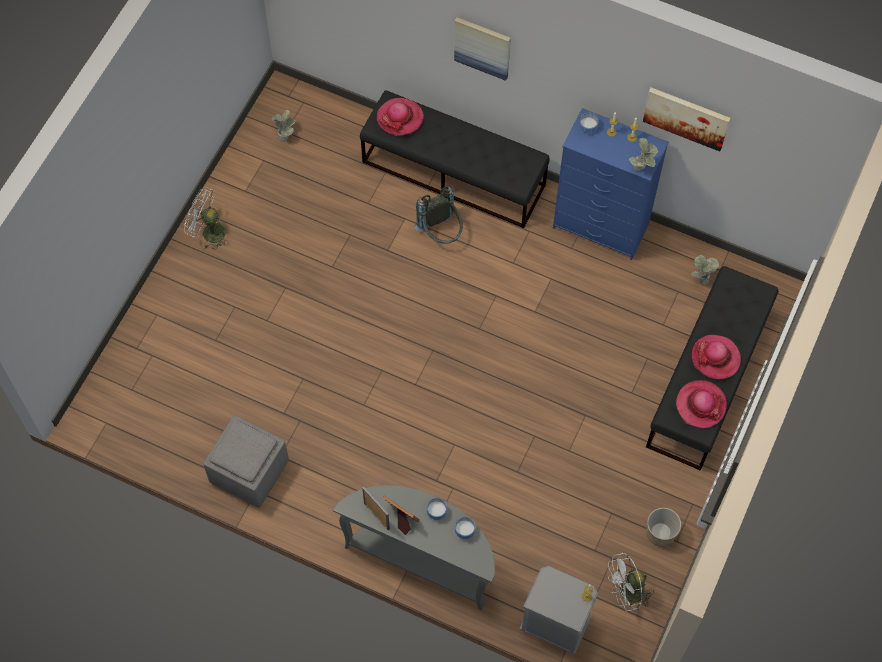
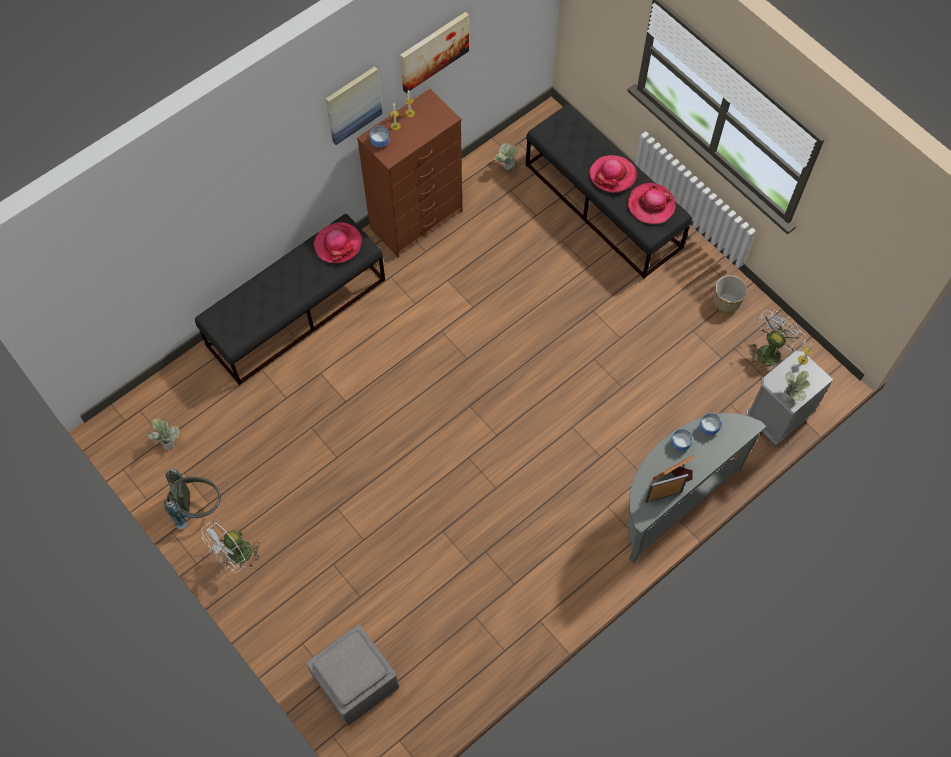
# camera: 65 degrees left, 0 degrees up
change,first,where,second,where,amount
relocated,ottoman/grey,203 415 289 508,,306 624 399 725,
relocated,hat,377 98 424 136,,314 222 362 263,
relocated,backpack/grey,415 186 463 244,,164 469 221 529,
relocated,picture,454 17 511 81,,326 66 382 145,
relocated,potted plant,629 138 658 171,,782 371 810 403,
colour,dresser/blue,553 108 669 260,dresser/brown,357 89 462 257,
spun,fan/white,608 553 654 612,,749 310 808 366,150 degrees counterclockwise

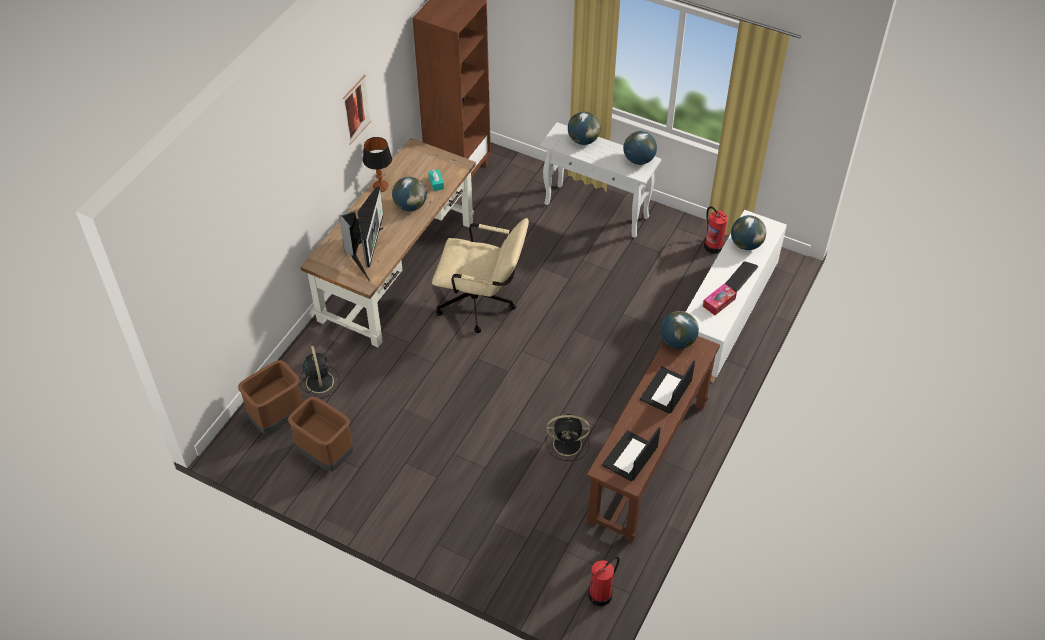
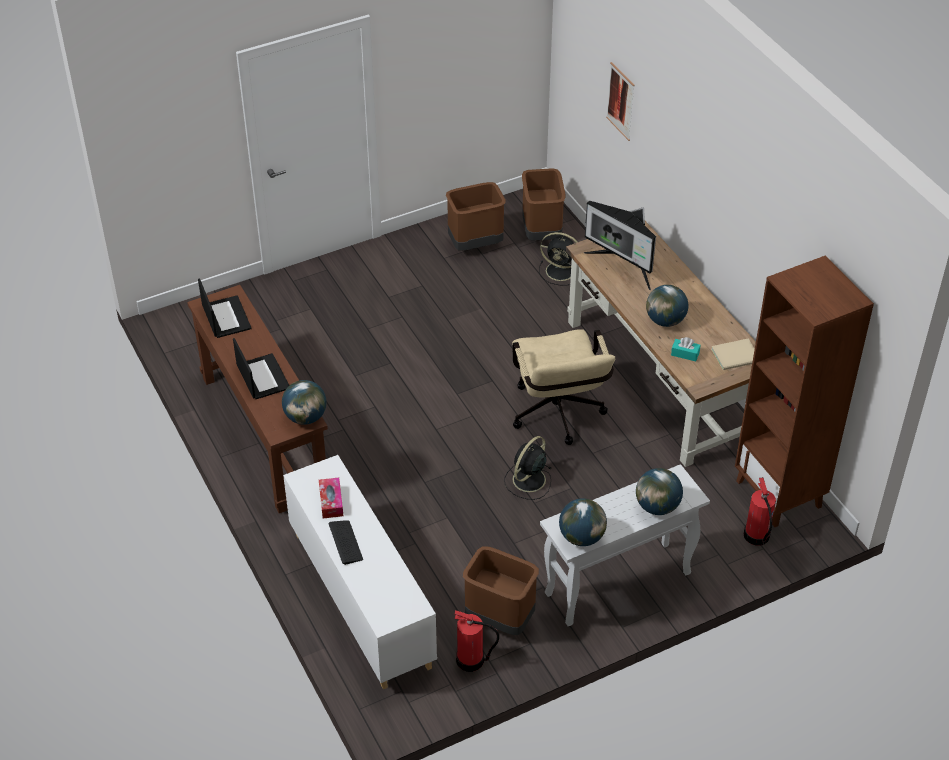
# camera: 125 degrees right, 5 degrees down
change,first,where,second,where,amount
missing,table lamp,363 137 392 192,,,
missing,globe,731 215 766 250,,,
appeared,,,trash can/brown,463 546 539 635,
appeared,,,book/beige,711 338 755 370,
relocated,picture,343 75 371 145,,606 62 635 141,
relocated,fan/black,545 414 590 461,,504 436 551 500,
relocated,fire extinguisher,588 556 619 606,,744 477 776 545,
spun,office chair/beige,432 218 529 333,,512 329 615 445,60 degrees counterclockwise

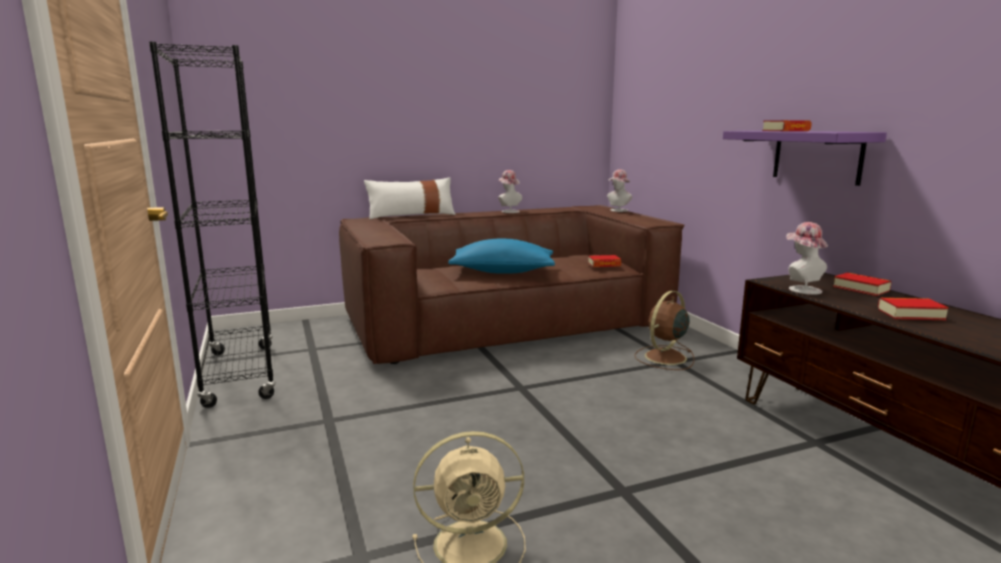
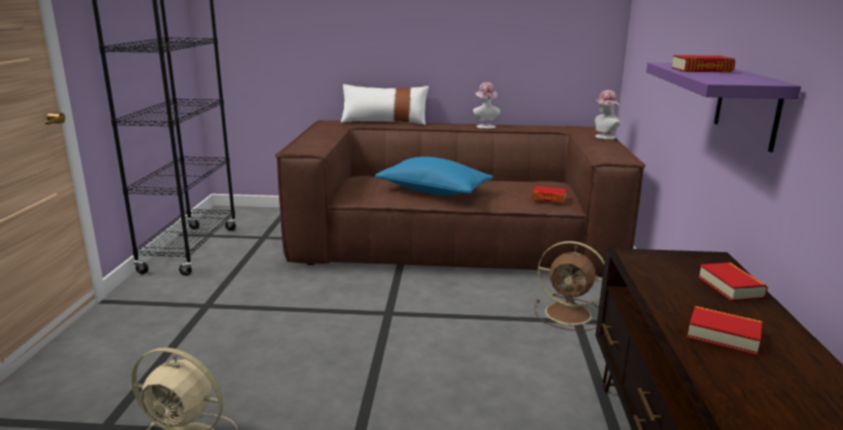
# camera: 25 degrees right, 5 degrees up
change,first,where,second,where,amount
missing,hat,786 222 828 295,,,
spun,fan/brown,634 291 694 370,,534 241 604 331,135 degrees counterclockwise

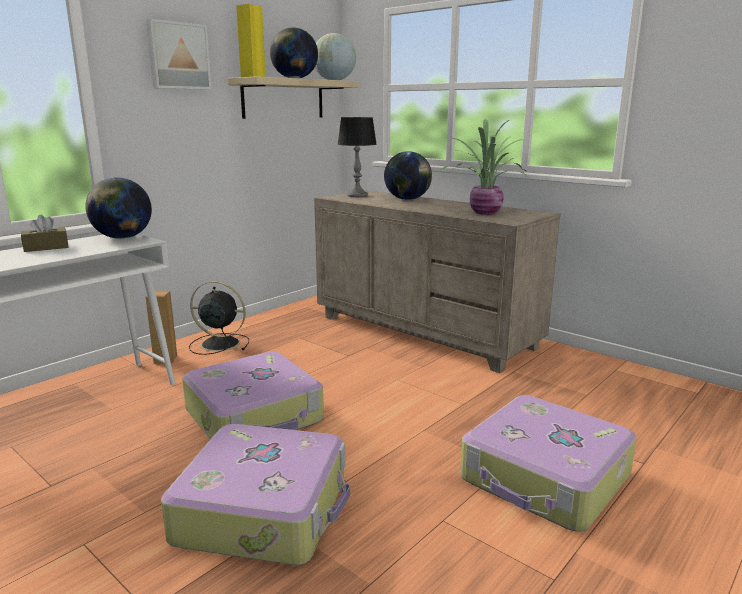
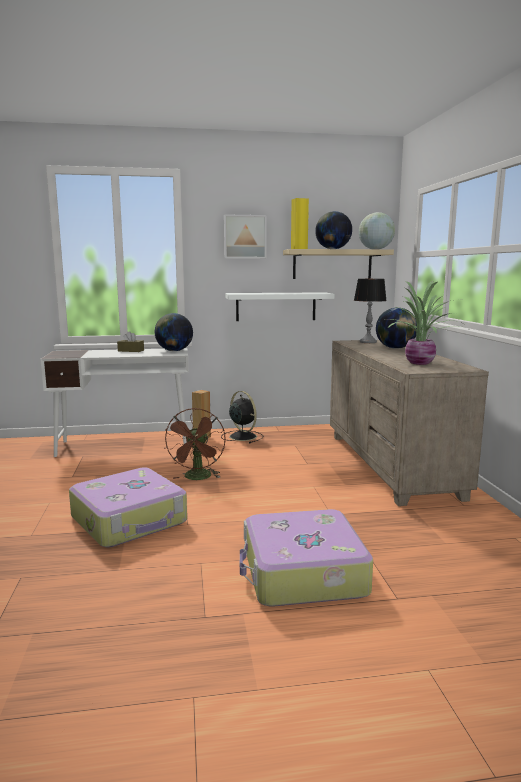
# camera: 40 degrees right, 5 degrees down
change,first,where,second,where,amount
appeared,,,shelf/white,226 292 334 321,
exchanged,suitcase,182 351 324 439,fan/brown,164 408 225 480,

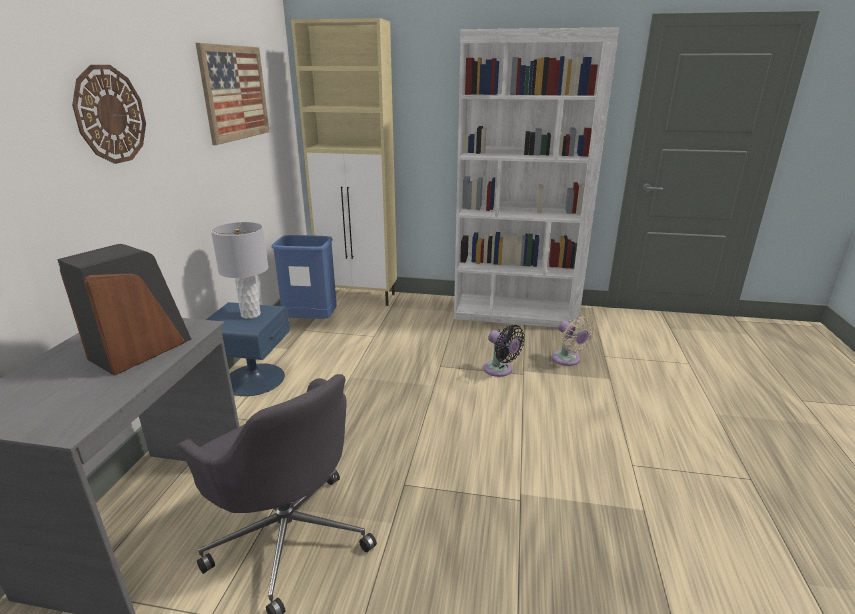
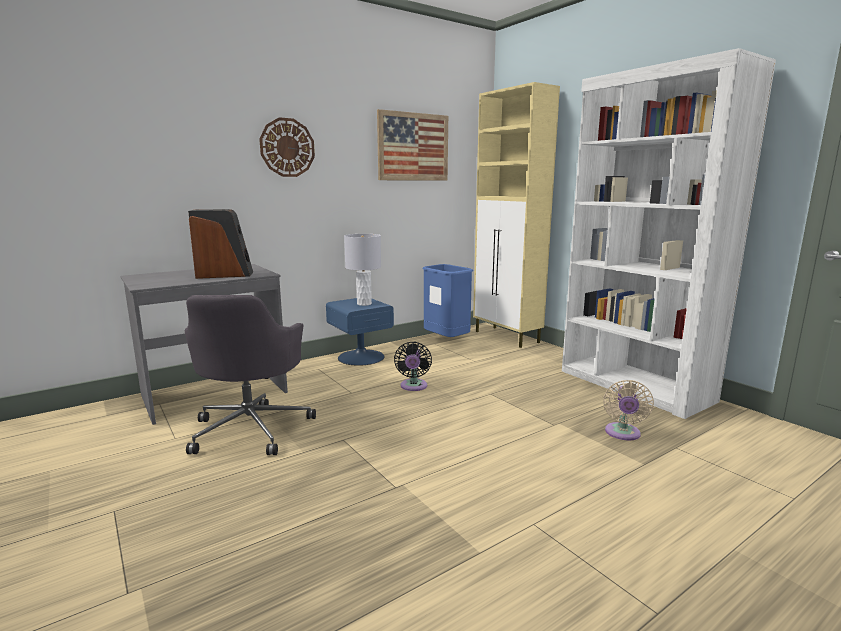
# camera: 45 degrees right, 10 degrees down
change,first,where,second,where,amount
relocated,fan/black,483 325 525 377,,394 342 432 391,

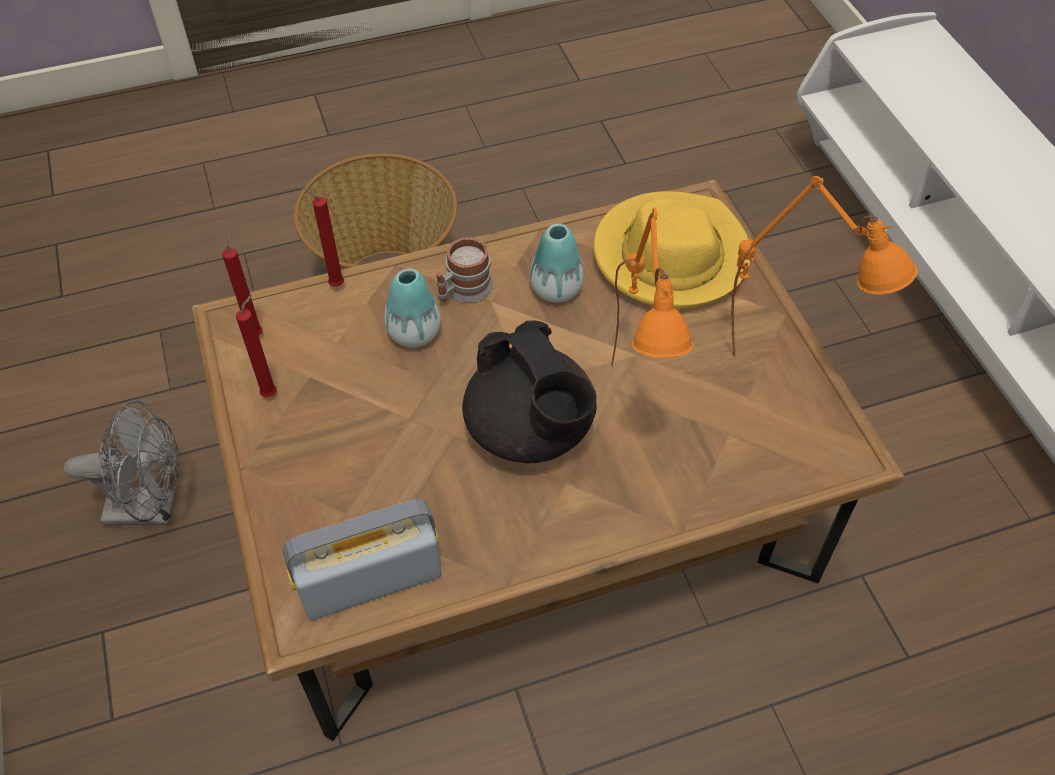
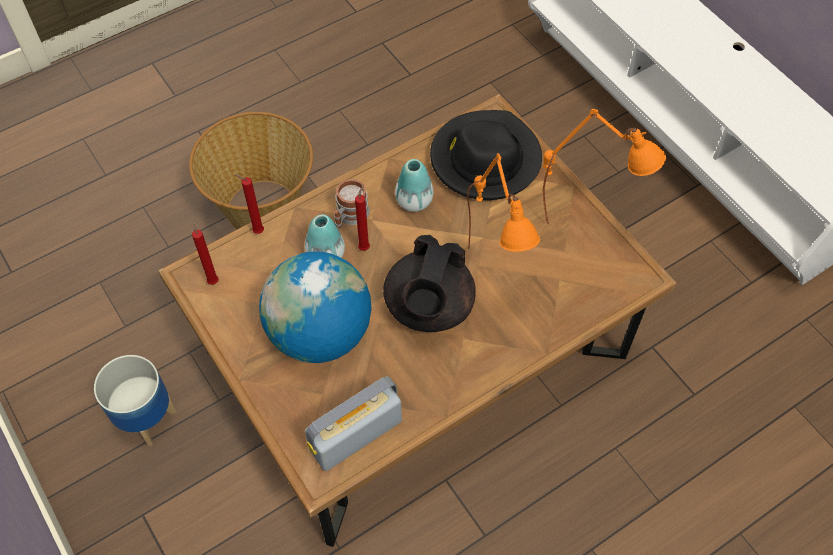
# camera: 15 degrees left, 5 degrees up
change,first,where,second,where,amount
appeared,,,globe,259 251 372 363,
relocated,candle/red,236 295 277 398,,355 184 370 251,
exchanged,fan/grey,64 400 179 525,planter,94 355 177 446,
colour,hat/yellow,593 191 750 309,hat/black,430 110 542 200,
spun,teapot/black,462 321 597 463,,383 235 476 332,60 degrees clockwise

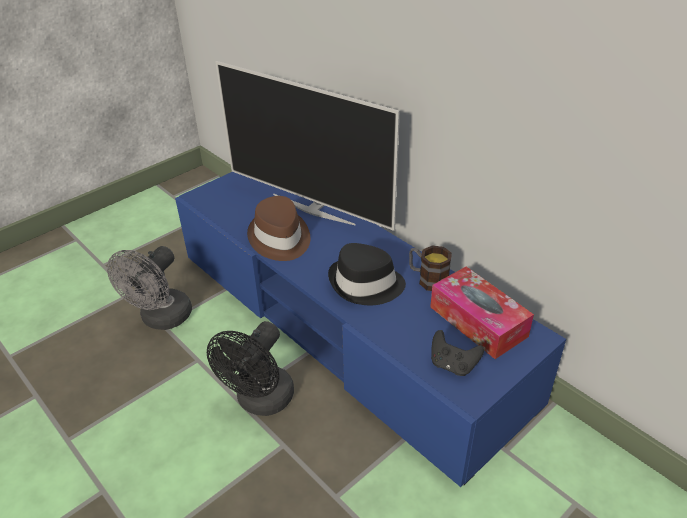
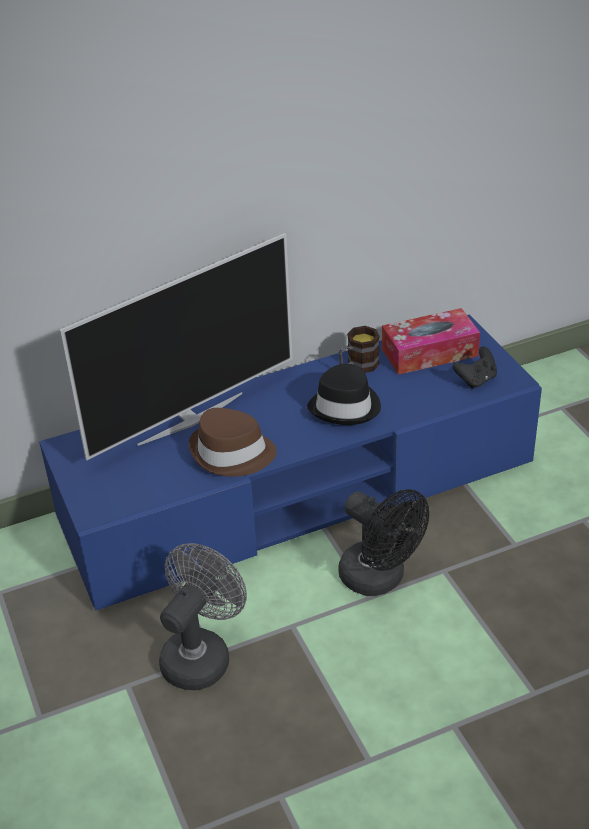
# camera: 70 degrees left, 0 degrees up
change,first,where,second,where,amount
spun,fan/grey,107 246 192 330,,159 543 247 690,105 degrees counterclockwise

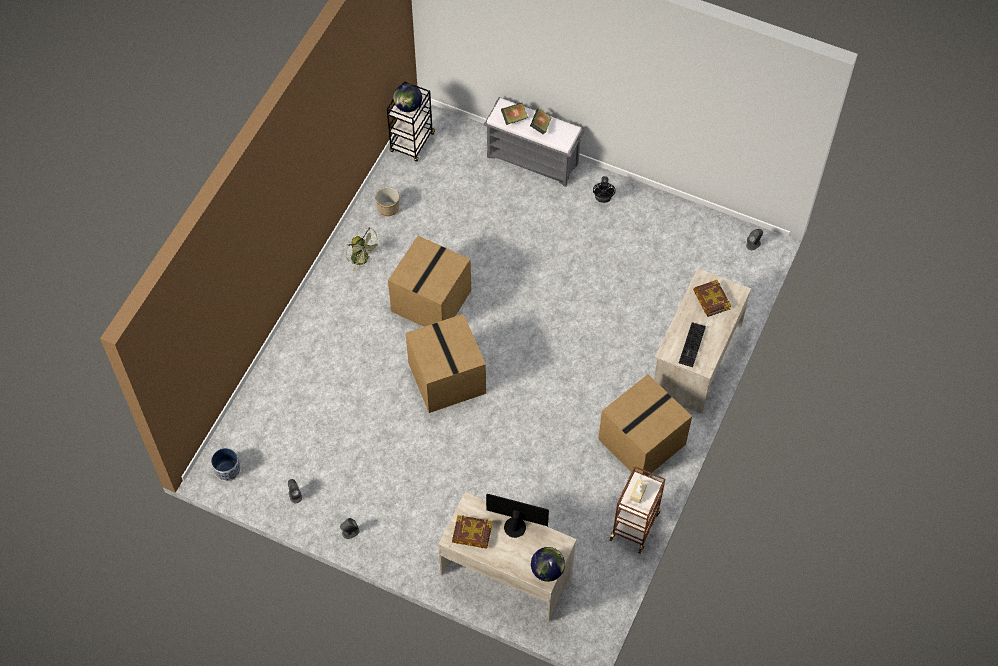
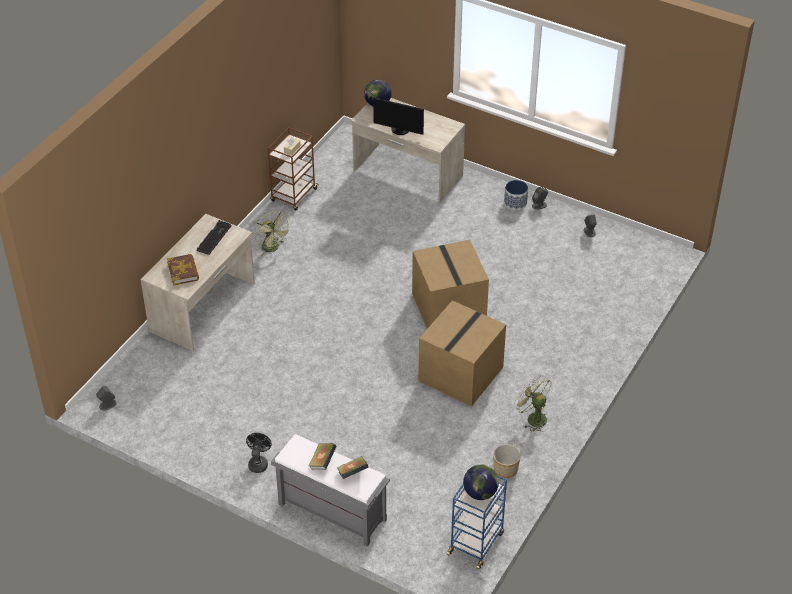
# camera: 175 degrees left, 15 degrees down
change,first,where,second,where,amount
missing,book,452 515 493 549,,,
relocated,planter,211 448 241 481,,504 180 528 210,
exchanged,cardboard box,599 374 692 476,fan/green,254 211 291 256,
colour,cart/black,387 81 435 162,cart/blue,447 475 507 570,

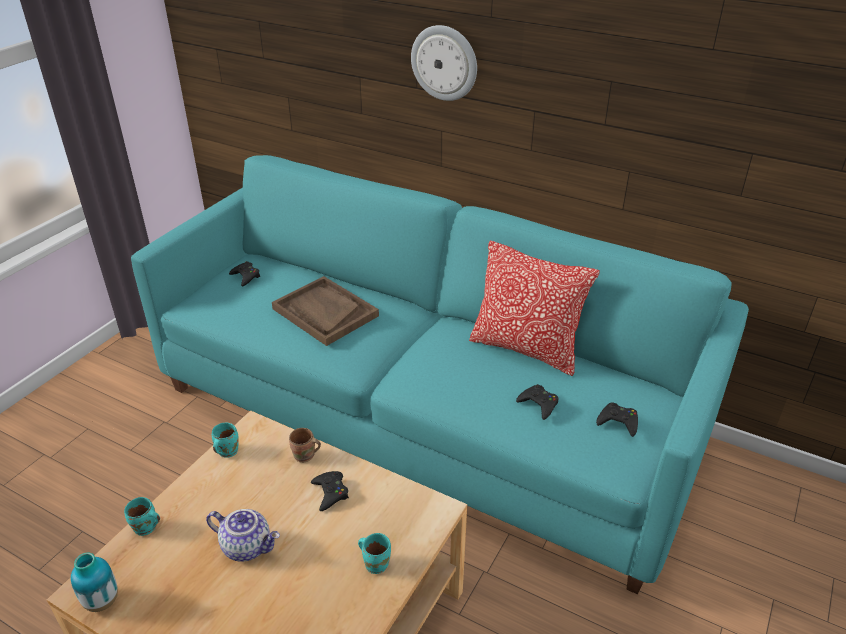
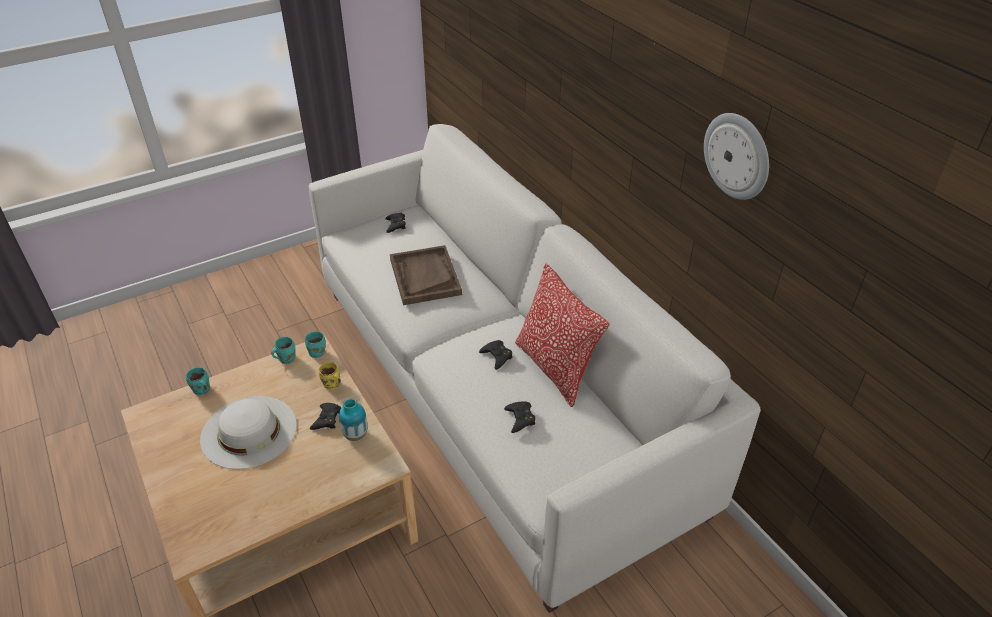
# camera: 30 degrees right, 5 degrees up
change,first,where,second,where,amount
relocated,vase,71 553 118 612,,339 398 367 441,
relocated,mug/turquoise,358 533 391 574,,305 331 325 358,
relocated,wall clock,411 25 477 101,,704 113 769 200,
relocated,game controller/black,596 402 638 437,,479 340 512 370,
exchanged,teapot,206 509 280 562,hat/white,200 396 297 469,
colour,sofa/turquoise,131 155 749 594,sofa/white,309 124 761 613,
colour,mug/brown,289 428 321 463,mug/yellow,318 362 341 390,

